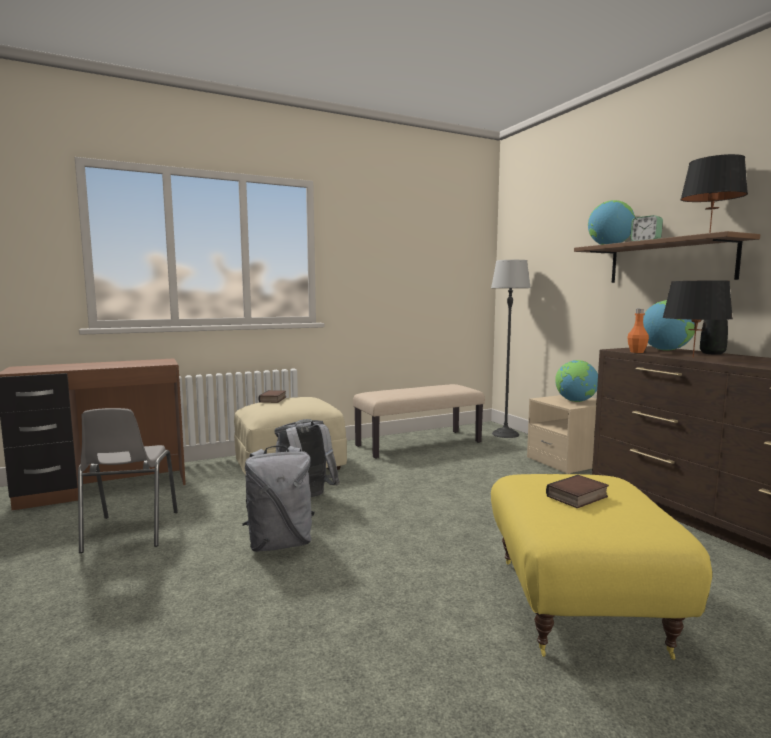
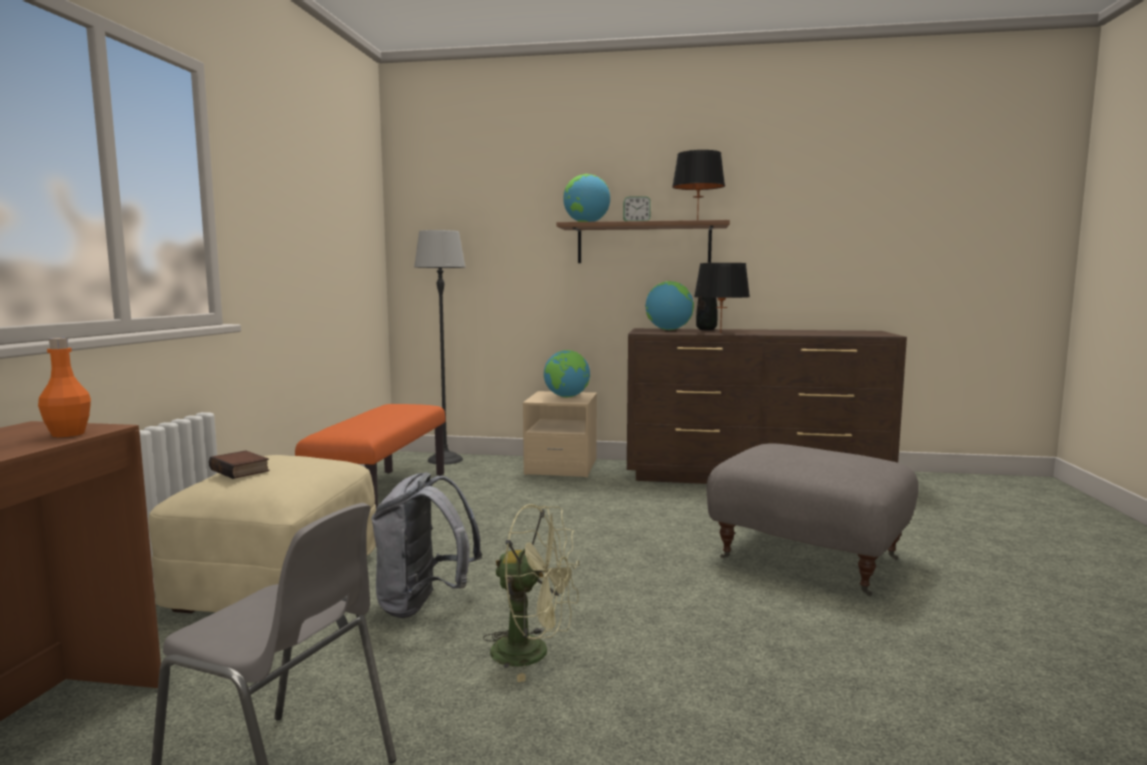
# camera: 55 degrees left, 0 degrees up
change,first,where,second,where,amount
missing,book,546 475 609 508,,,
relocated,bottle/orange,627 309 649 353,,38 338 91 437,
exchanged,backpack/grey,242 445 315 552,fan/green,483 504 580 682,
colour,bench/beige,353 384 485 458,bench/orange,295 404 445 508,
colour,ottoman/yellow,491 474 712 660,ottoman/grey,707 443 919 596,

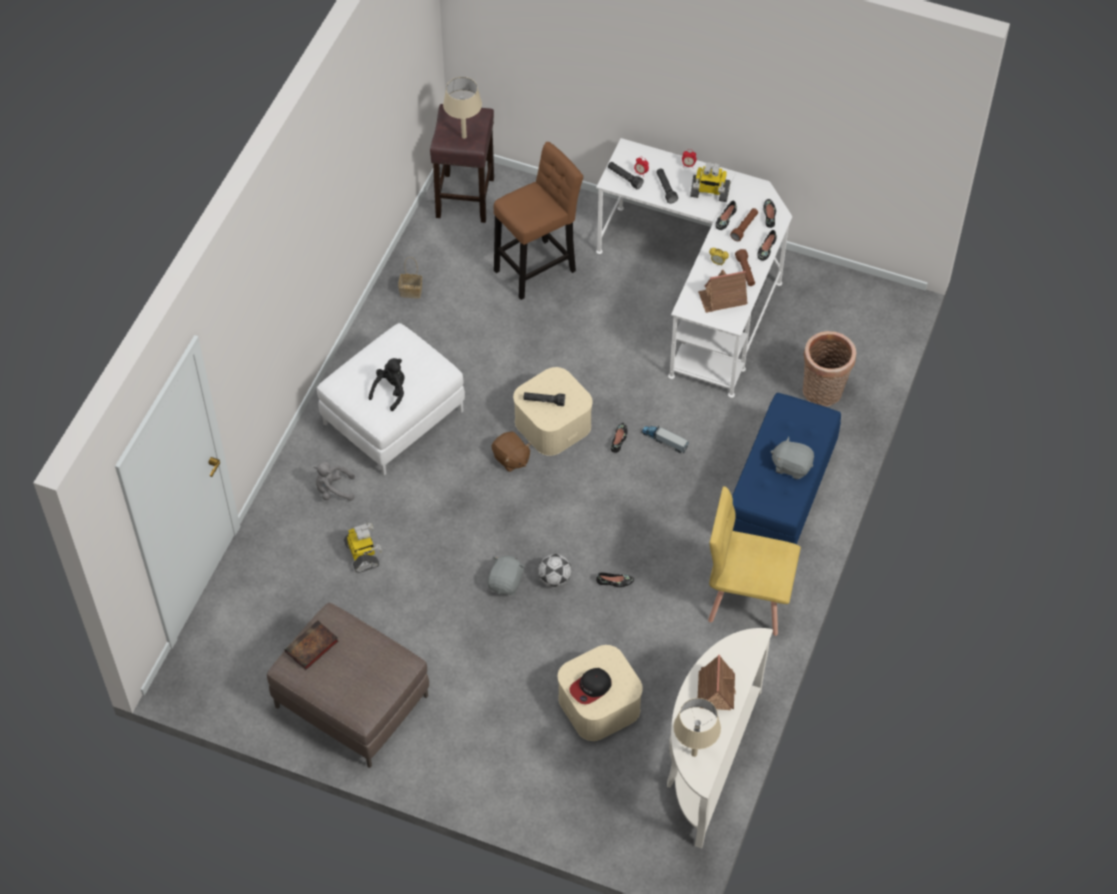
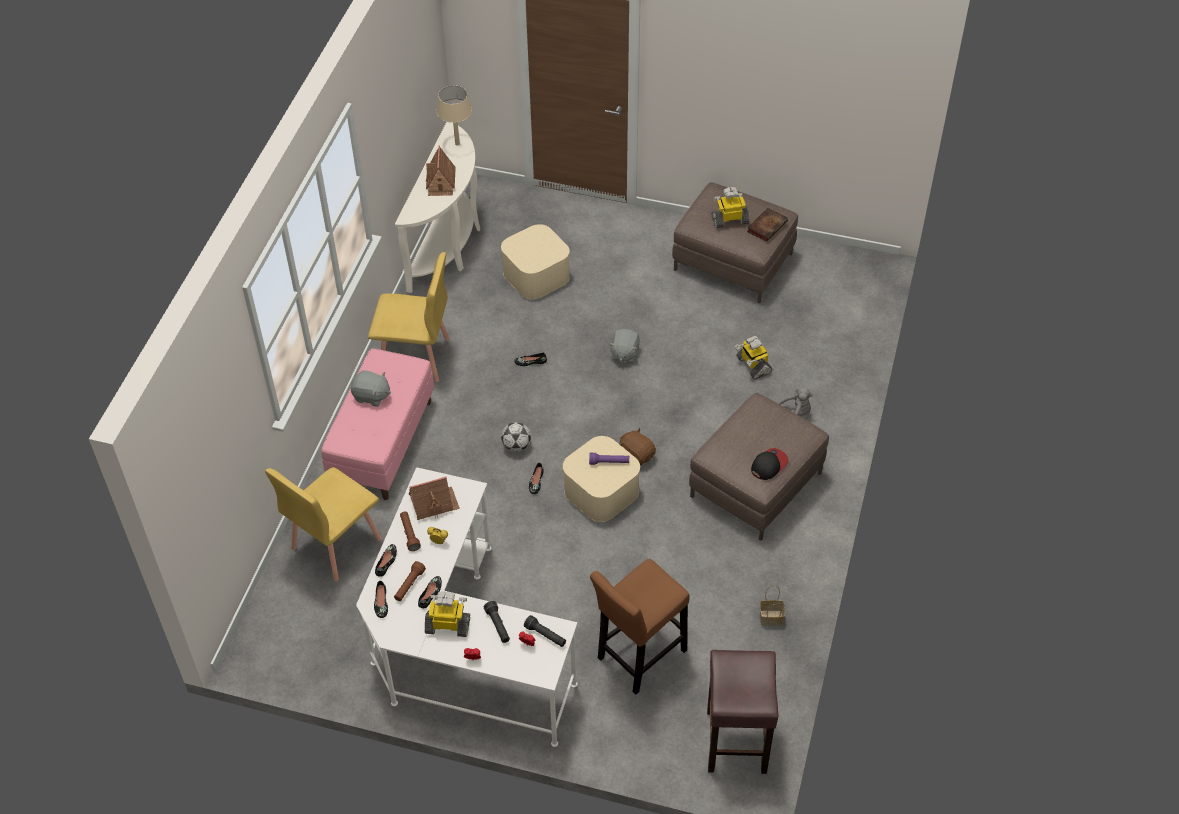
# camera: 175 degrees right, 5 degrees down
change,first,where,second,where,amount
missing,plush toy/black,369 358 405 411,,,
missing,table lamp/beige,443 77 482 139,,,
missing,toy truck,641 426 689 453,,,
appeared,,,toy robot,712 187 749 228,
relocated,football,538 554 571 587,,501 422 531 452,
relocated,cap,569 668 612 704,,751 448 789 480,
exchanged,basket,803 331 856 407,chair/yellow,265 467 382 581,
colour,ottoman/white,317 323 465 476,ottoman/brown,689 393 829 541,
colour,flashlight/black,524 392 565 406,flashlight/purple,589 453 629 465,
colour,bench/blue,732 393 841 544,bench/pink,321 348 434 500,

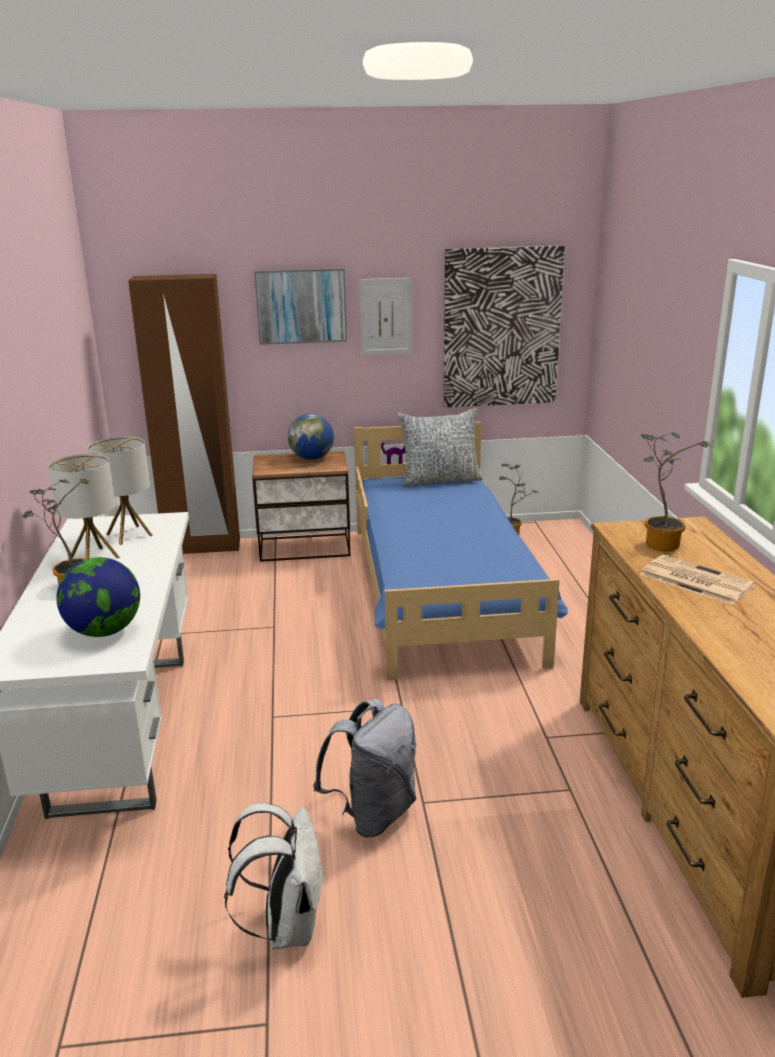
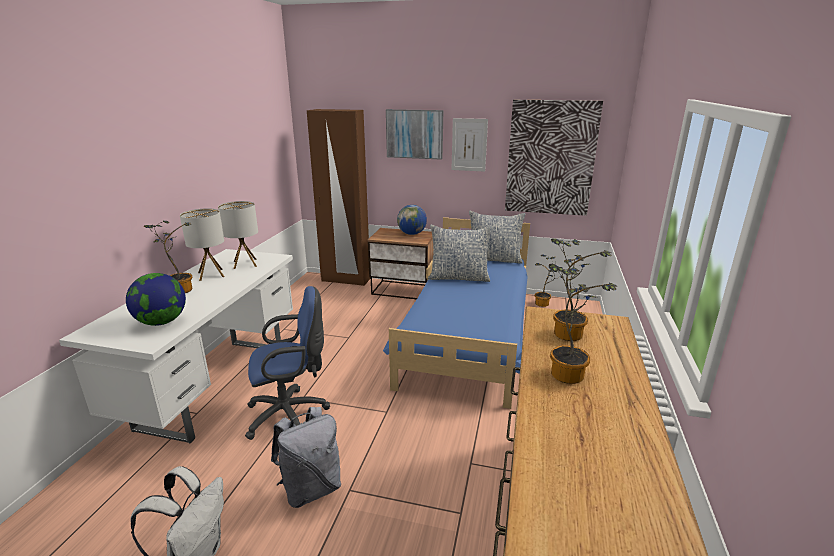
# camera: 20 degrees right, 0 degrees up
change,first,where,second,where,amount
appeared,,,office chair/blue,245 286 330 440,
appeared,,,pillow,428 225 492 282,
exchanged,newspaper,640 555 755 605,potted plant,549 264 617 384,

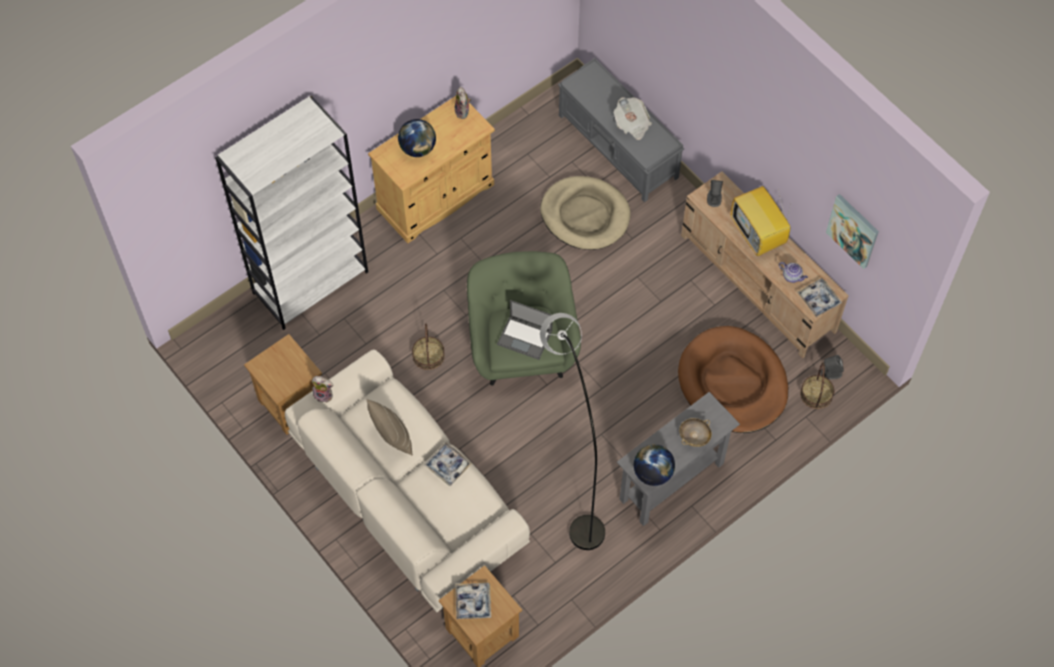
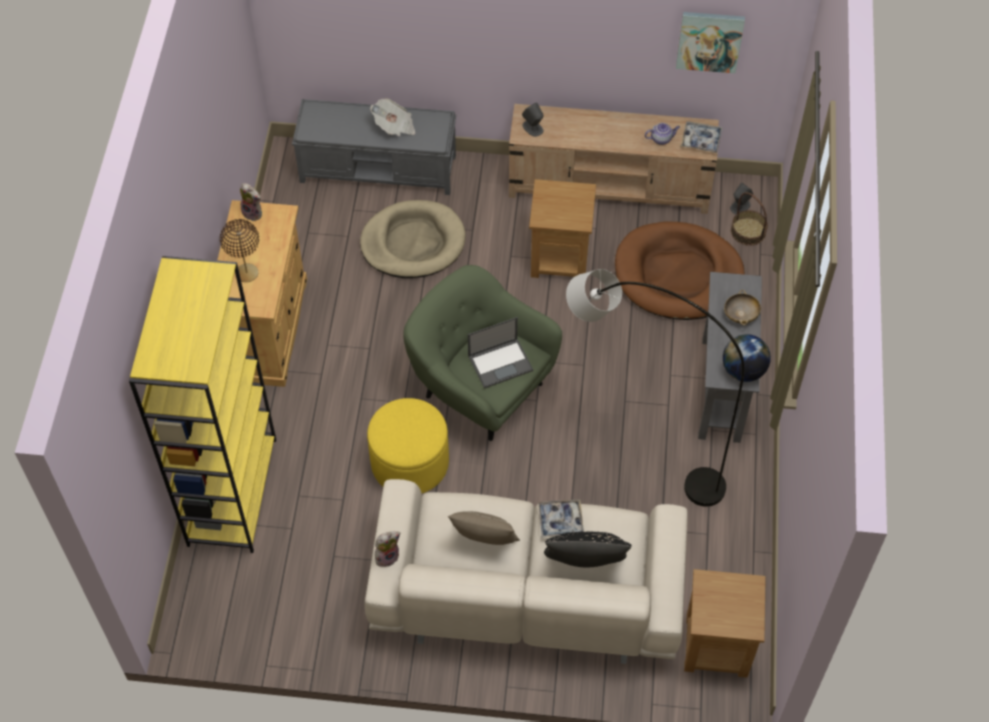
# camera: 45 degrees left, 5 degrees down
change,first,where,second,where,amount
missing,tray,455 583 491 619,,,
missing,television,731 186 791 256,,,
appeared,,,pillow/black,544 532 632 567,
relocated,side table/brown,244 334 322 435,,529 179 596 278,
exchanged,globe,398 119 436 157,table lamp/brown,220 219 259 282,
exchanged,basket,412 324 445 370,ottoman/yellow,367 398 449 493,
colour,bookcase/white,215 96 368 330,bookcase/yellow,129 256 276 553,

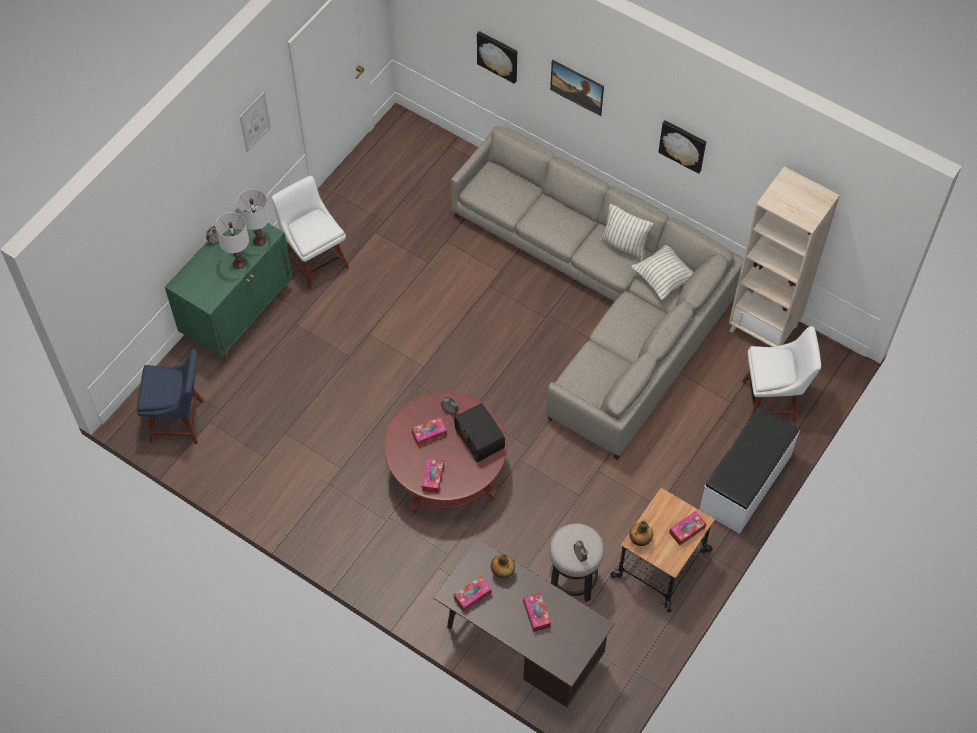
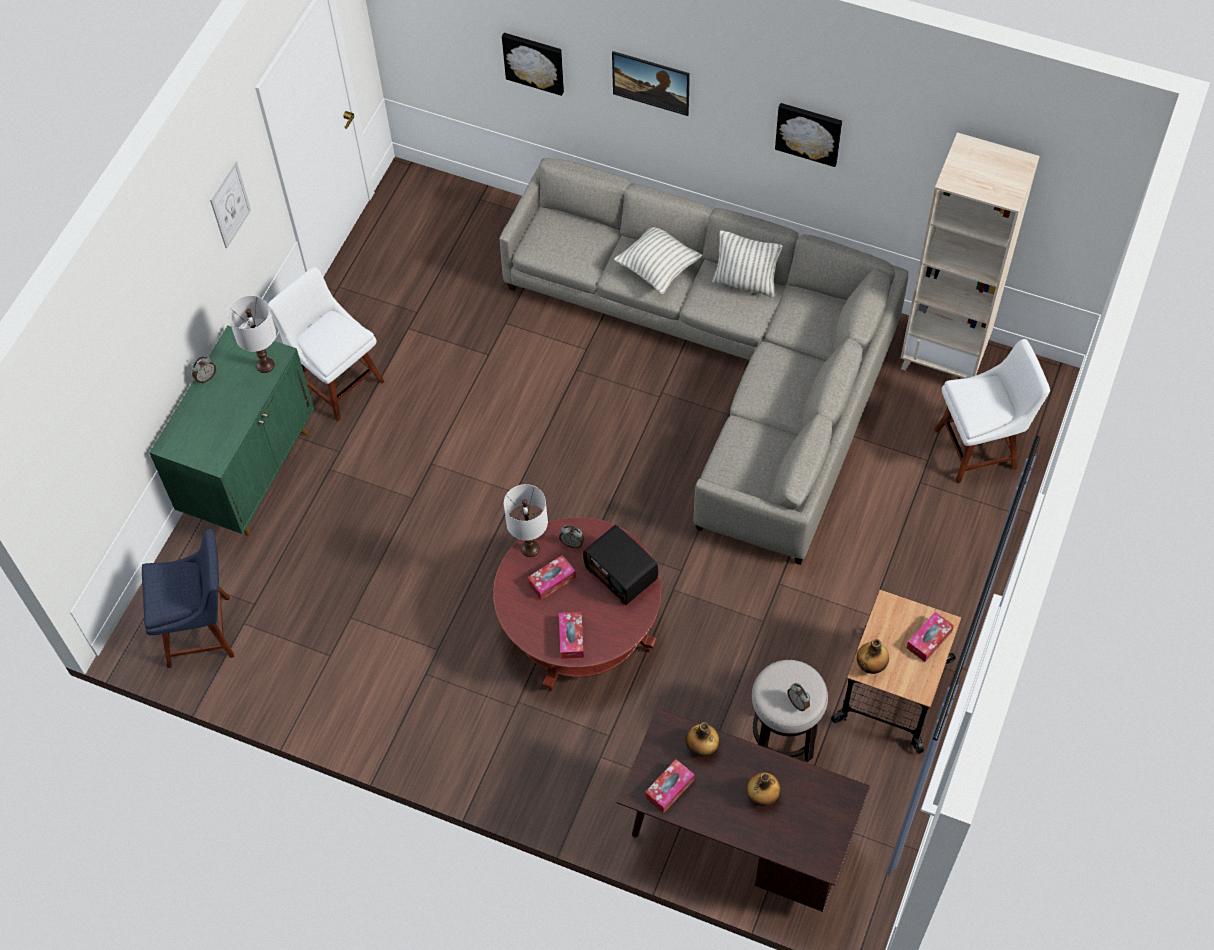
# camera: 10 degrees left, 0 degrees up
change,first,where,second,where,amount
missing,bench/white,699 406 800 534,,,
relocated,table lamp/white,215 212 249 269,,504 484 548 557,
relocated,pillow,631 245 694 300,,614 227 703 294,
exchanged,tissue box,523 593 551 632,bottle,747 772 781 806,

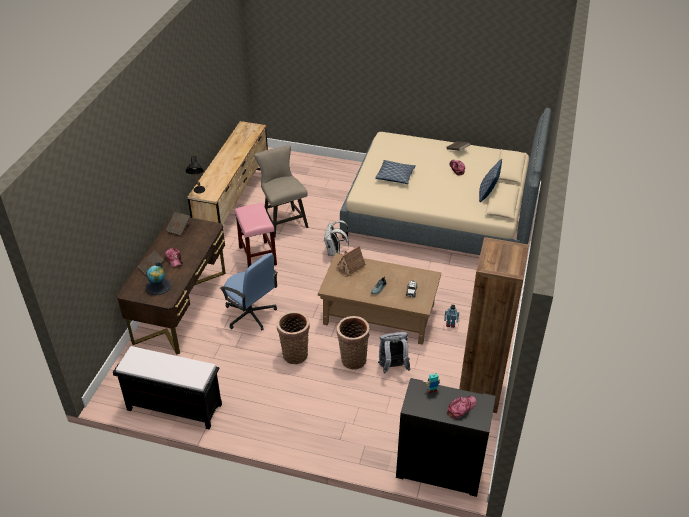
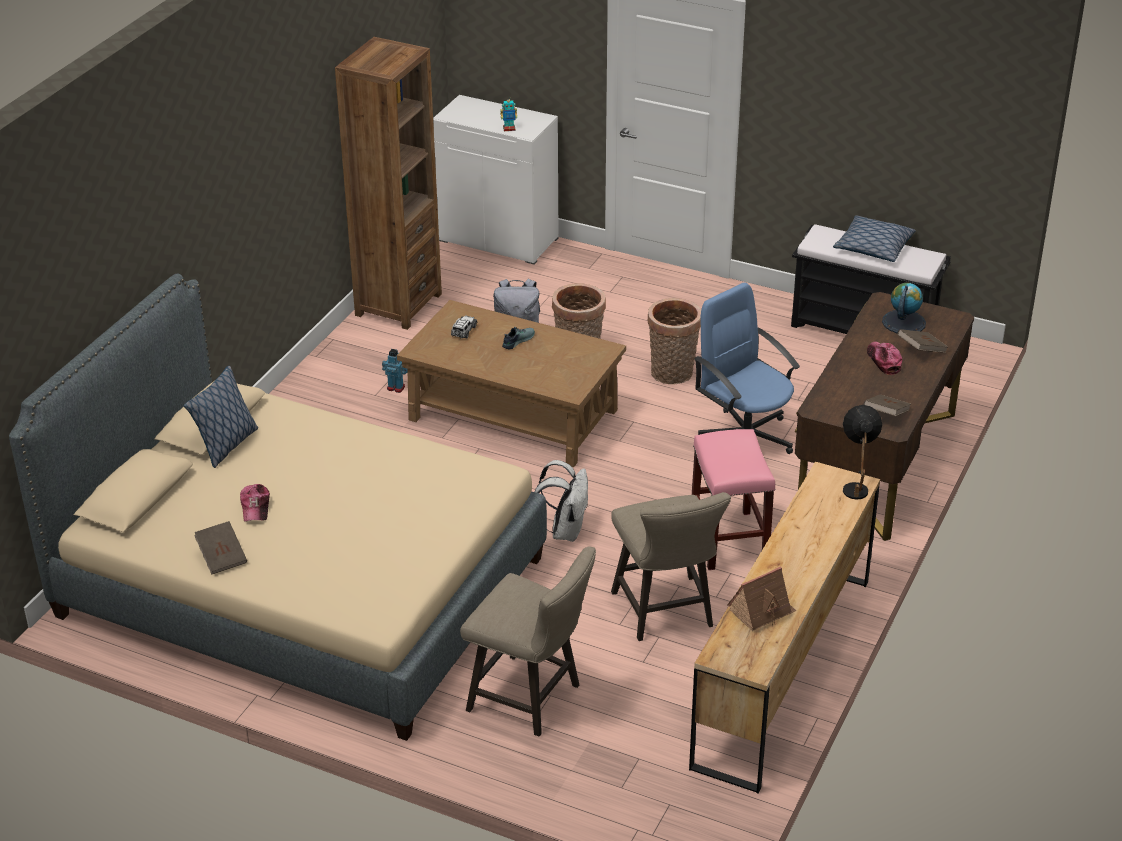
# camera: 170 degrees left, 5 degrees down
change,first,where,second,where,amount
missing,cap,447 396 477 419,,,
appeared,,,stool/beige,460 547 596 736,
relocated,toy house,336 246 366 277,,727 566 796 631,
relocated,pillow,375 160 416 184,,833 215 916 262,
colour,cabinet/black,396 378 496 497,cabinet/white,433 95 559 265,

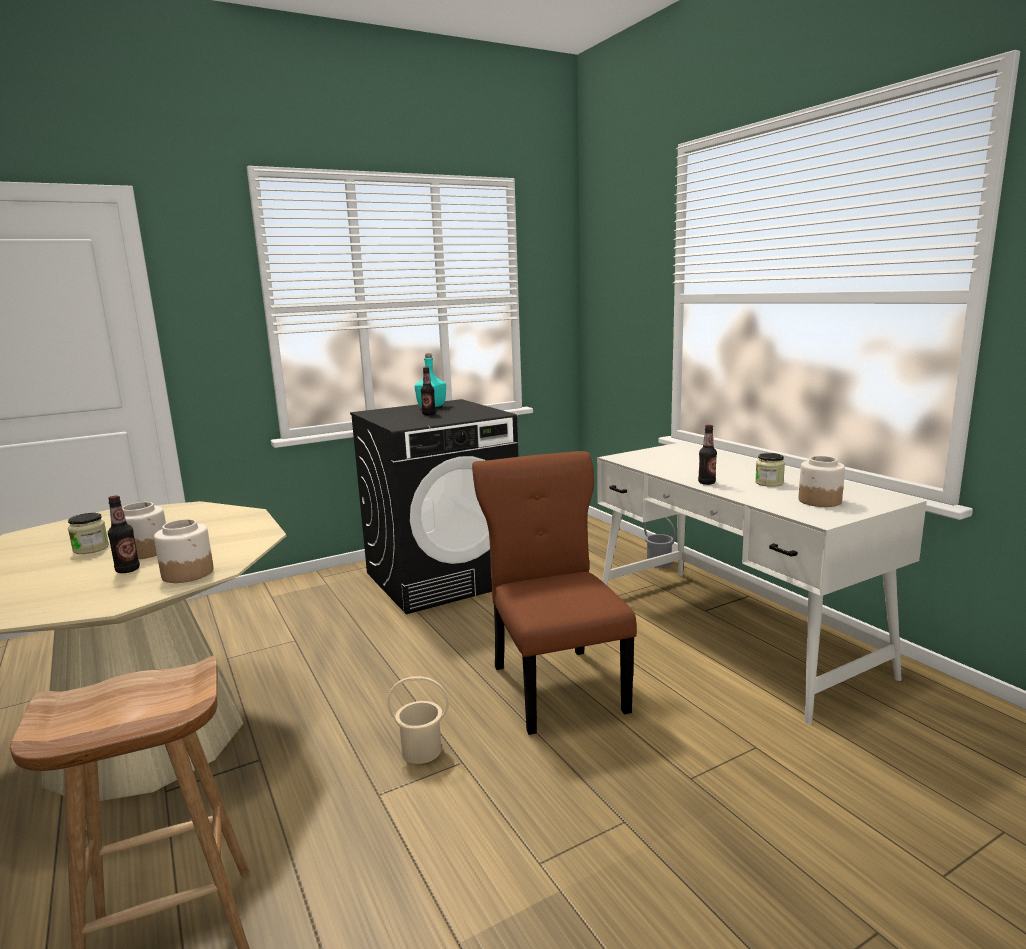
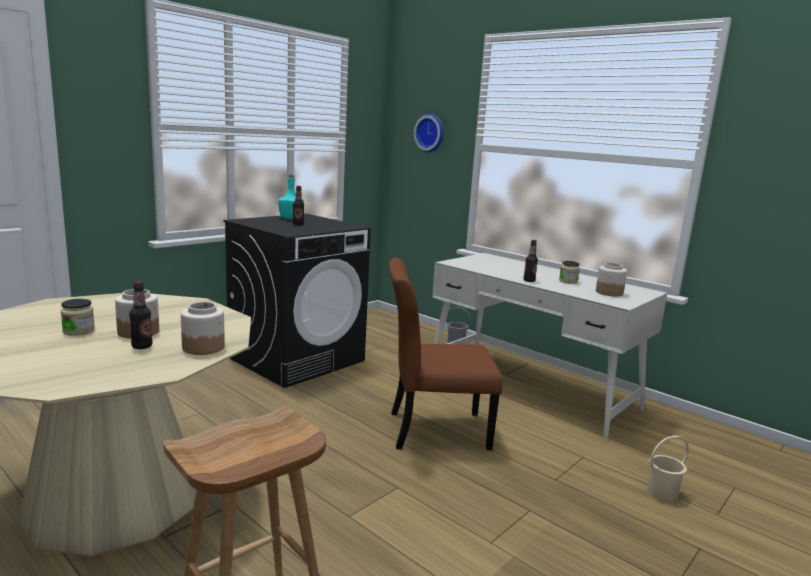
# camera: 20 degrees left, 0 degrees up
change,first,where,second,where,amount
appeared,,,wall clock,414 114 444 153,
relocated,bucket/beige,387 676 449 764,,647 435 689 501,
spun,chair/brown,472 451 637 735,,389 258 503 450,60 degrees counterclockwise

